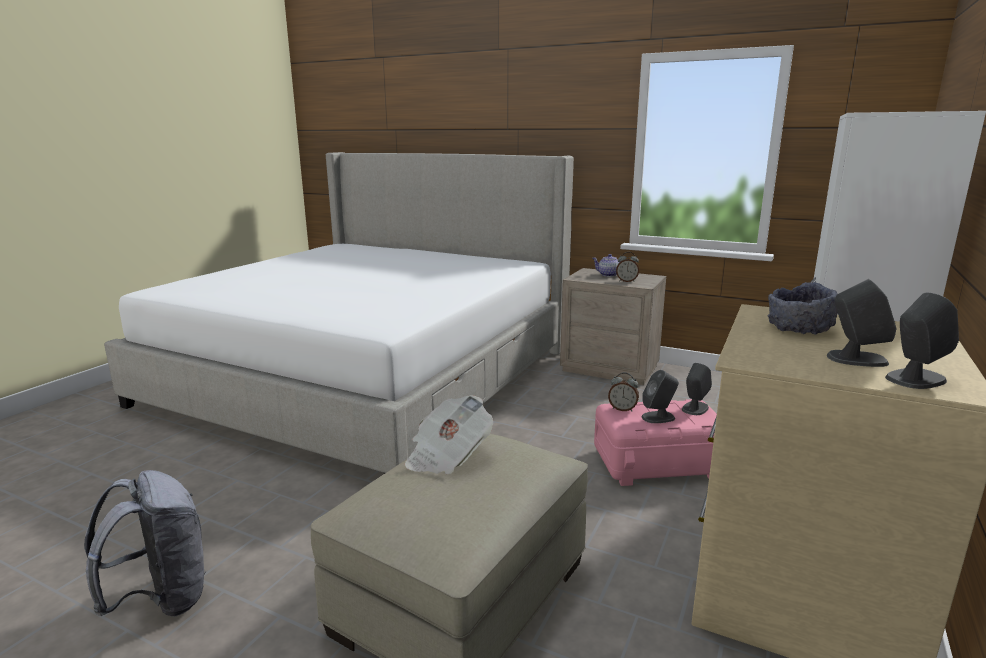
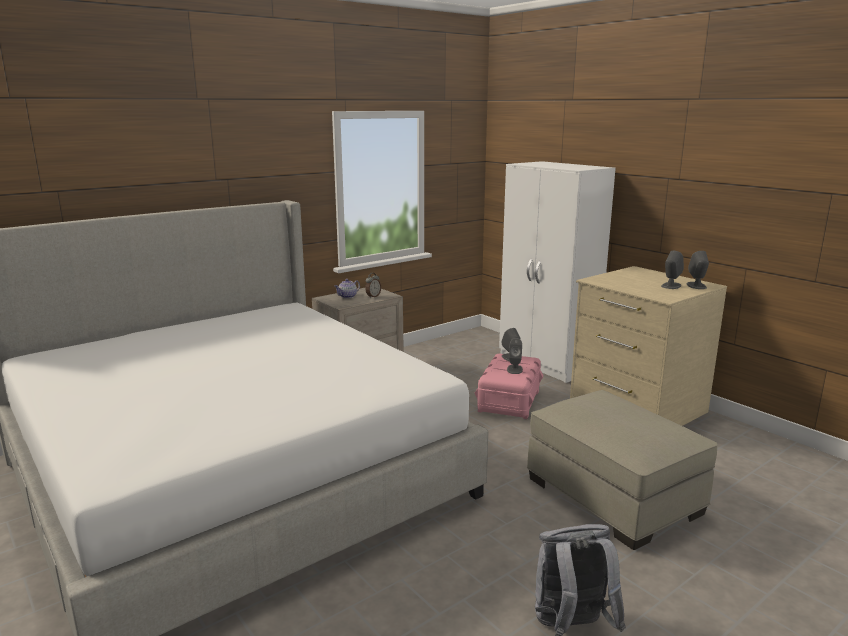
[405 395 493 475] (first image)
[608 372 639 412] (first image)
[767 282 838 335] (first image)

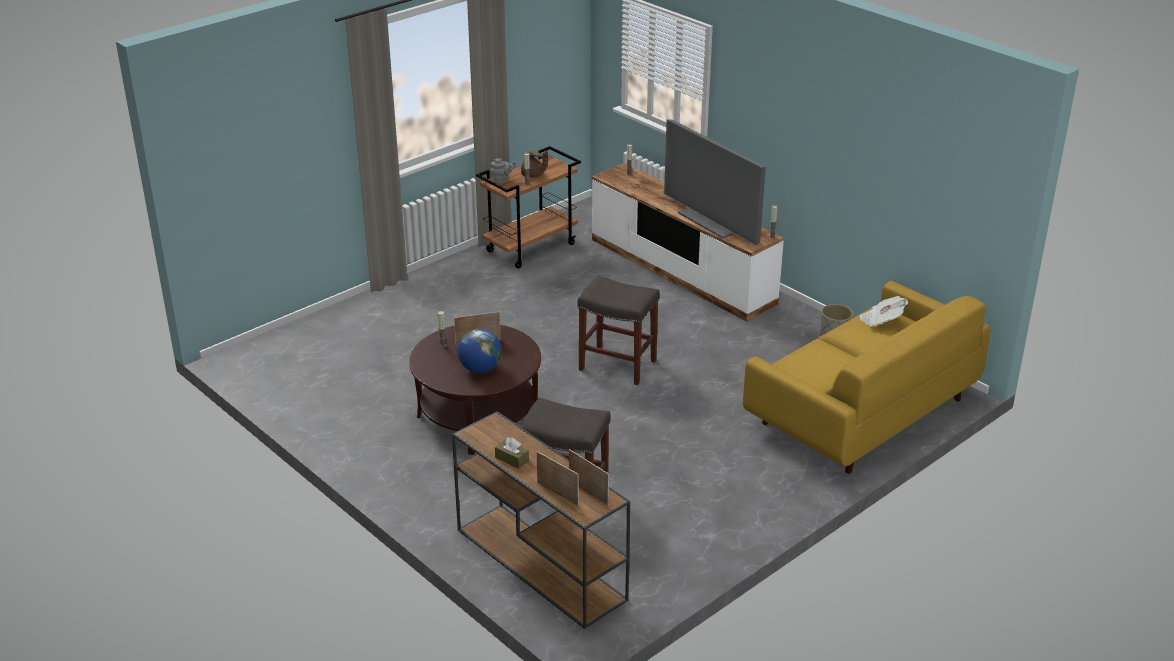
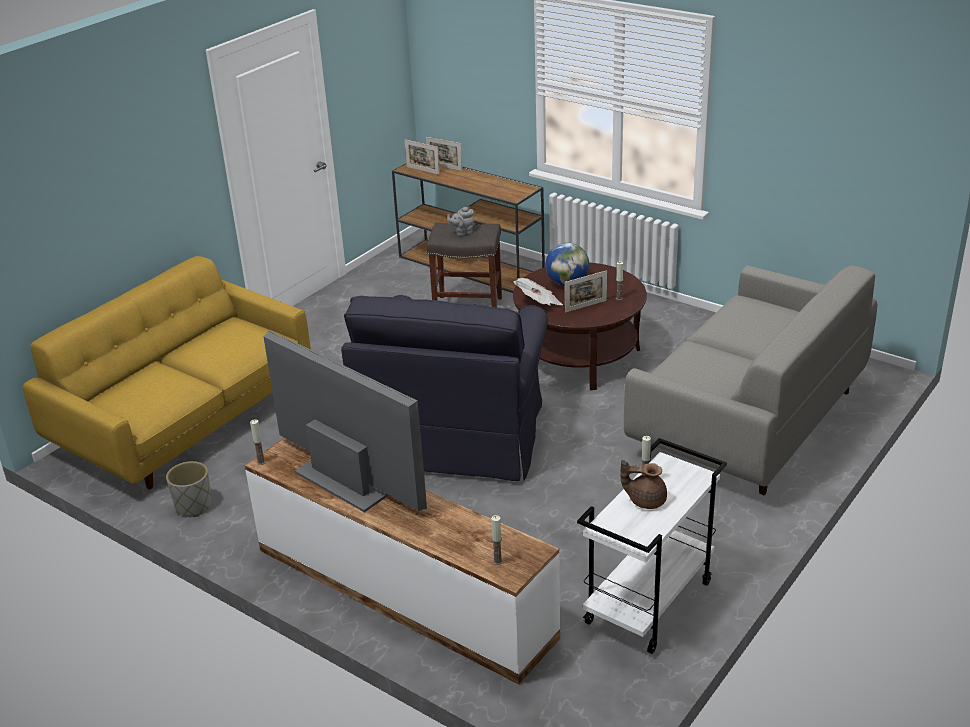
[577 438 727 654]
[447 206 474 236]
[495 437 529 469] (first image)
[341 295 548 481]
[513 278 563 306]
[624 265 877 495]

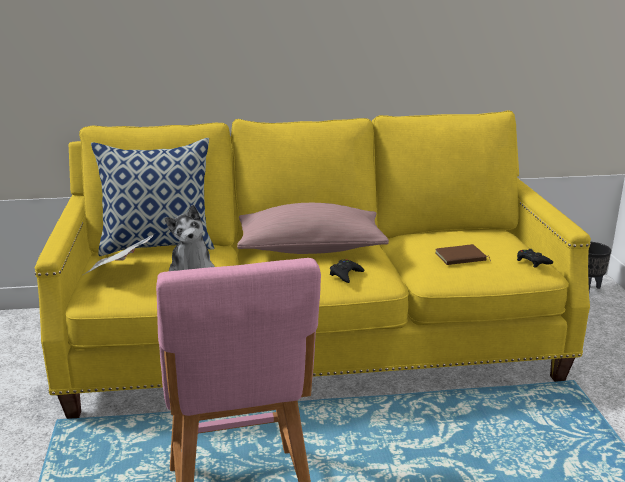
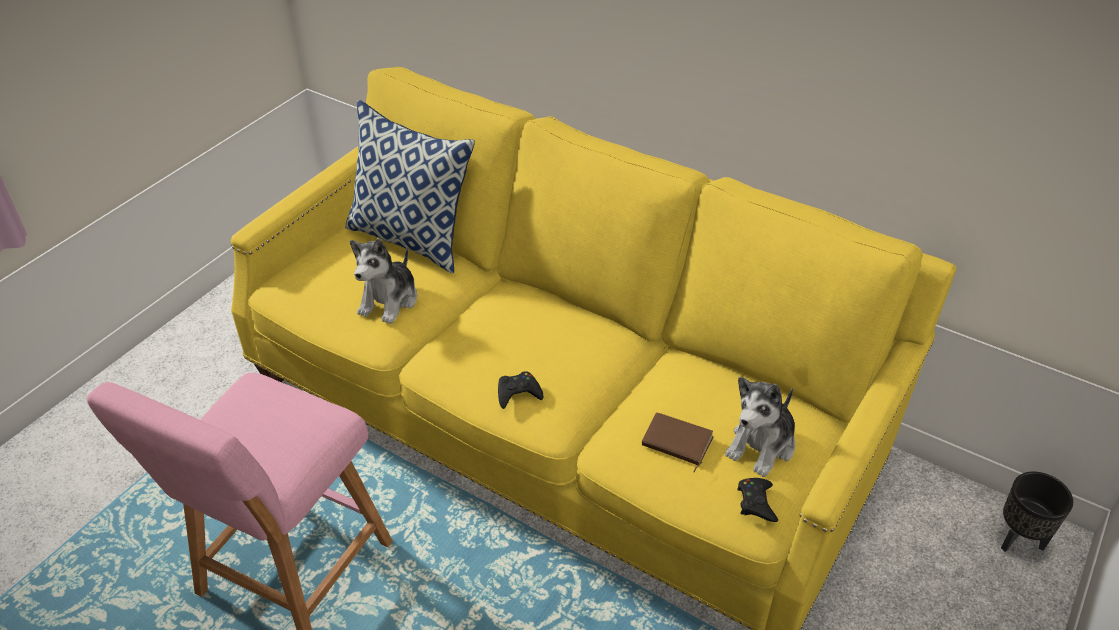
[81 233 156 276] (first image)
[237 203 389 254] (first image)
[725 377 795 477]

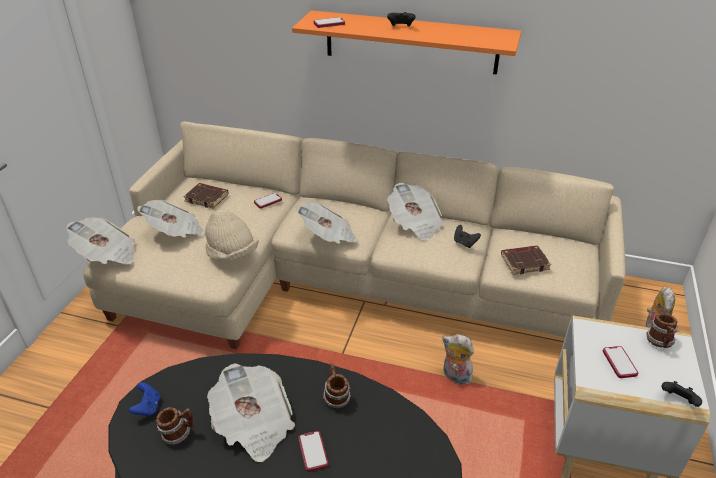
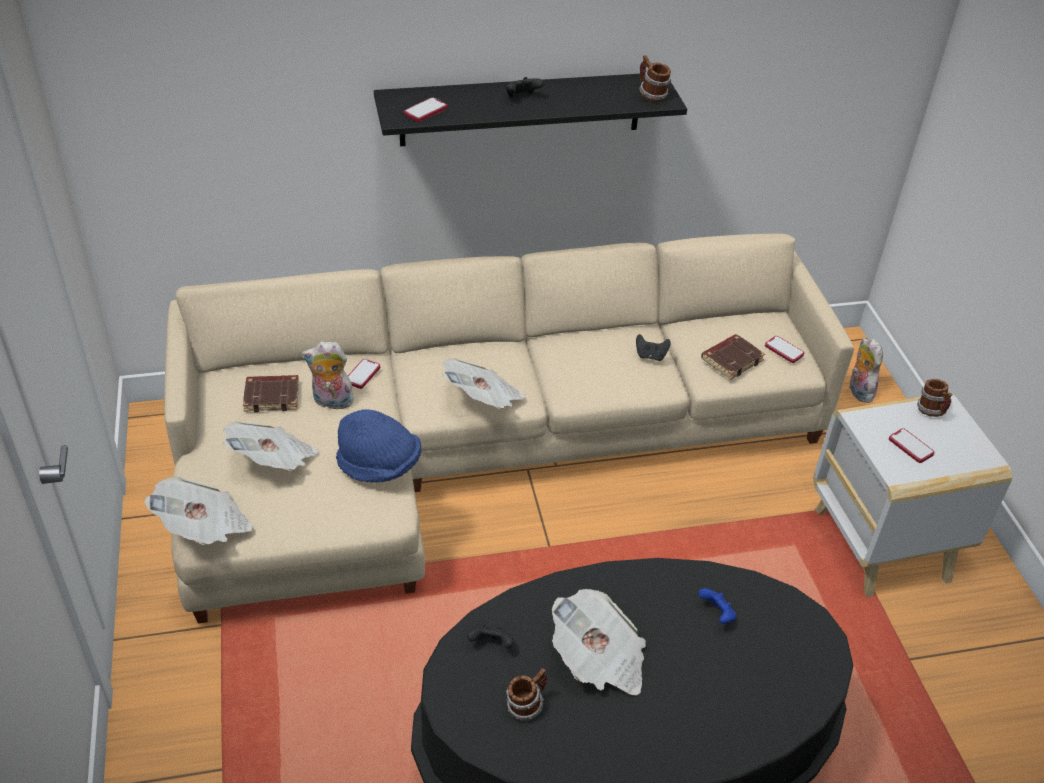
[698 588 737 624]
[336 409 422 483]
[374 74 687 146]
[765 336 804 363]
[639 55 671 102]
[387 183 444 241] (first image)
[301 342 357 410]
[467 623 513 649]

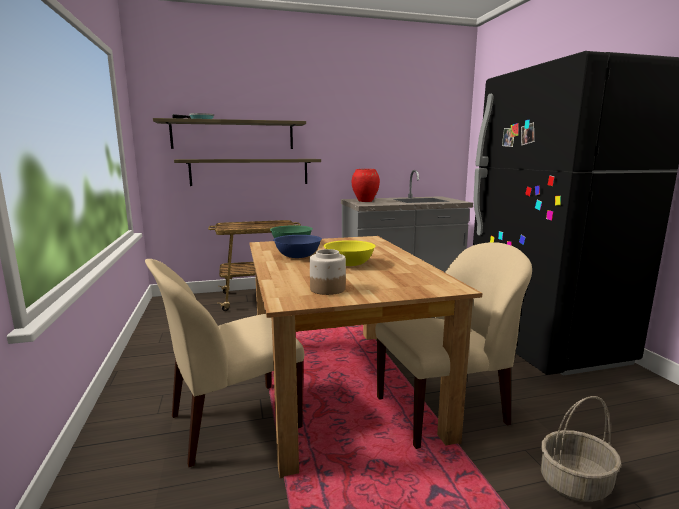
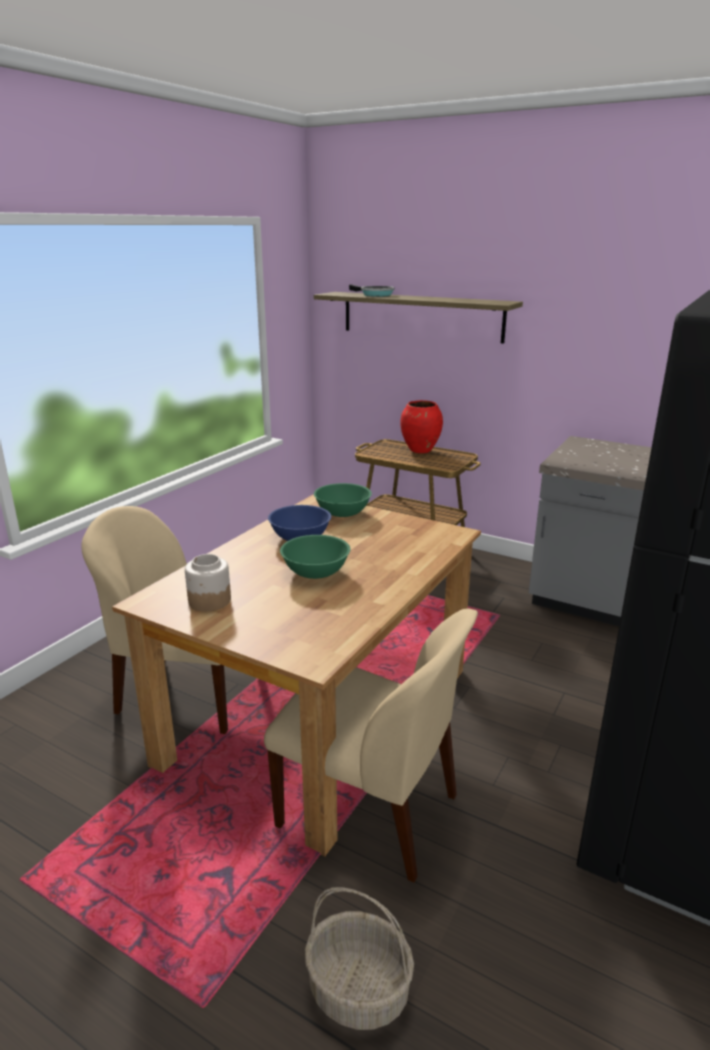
[174 159 321 186] (first image)
[280 535 350 579]
[400 400 443 453]

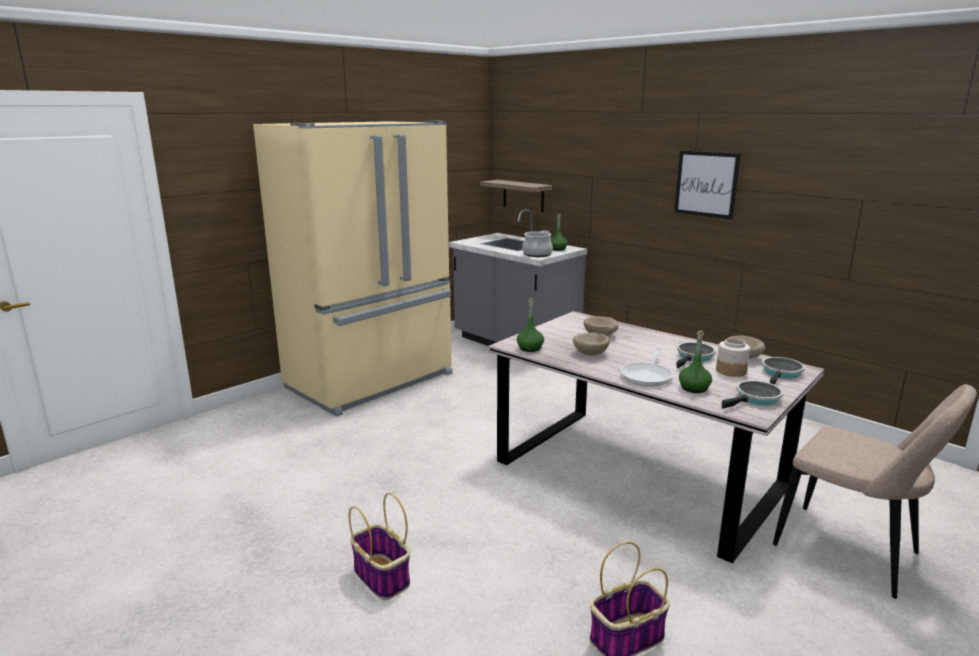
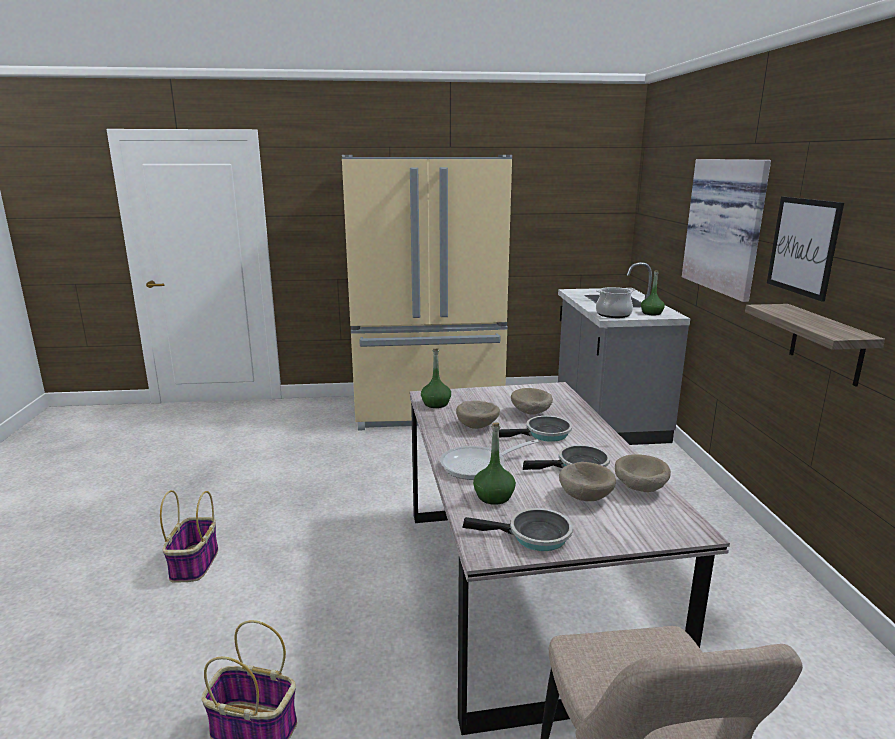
[745 304 885 386]
[559 462 616 501]
[499 416 572 442]
[682 159 771 302]

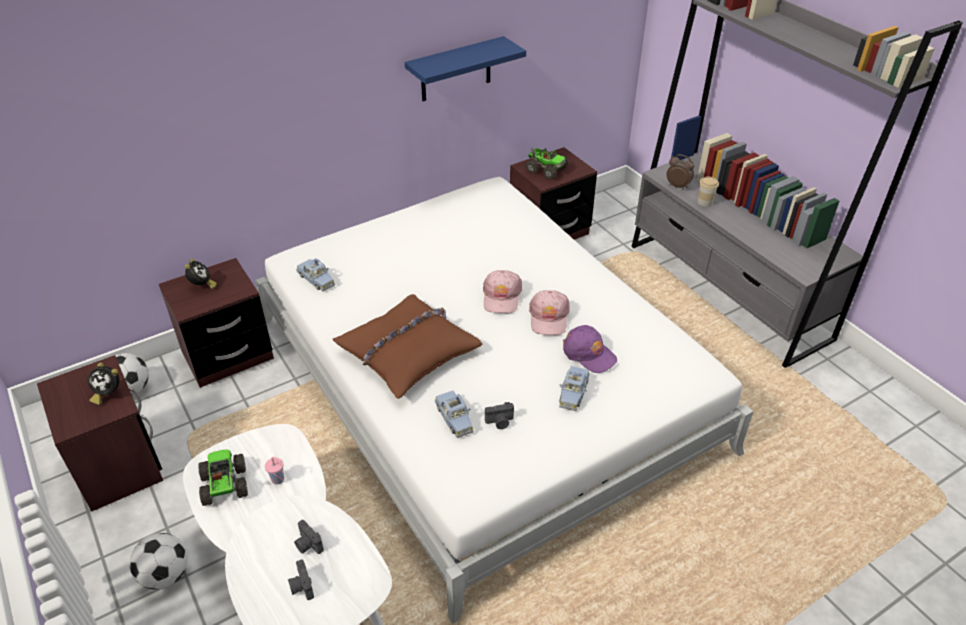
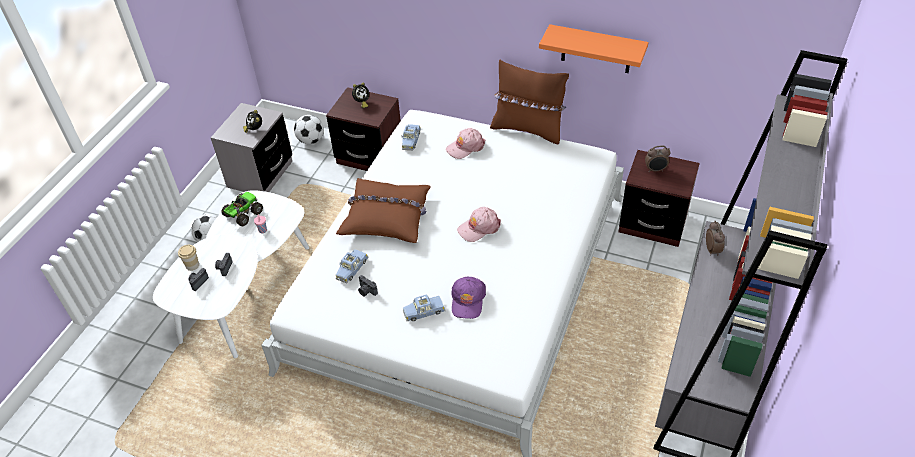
[211 103 292 192]
[539 24 648 73]
[645 146 671 172]
[446 128 485 159]
[178 245 199 271]
[490 60 569 144]

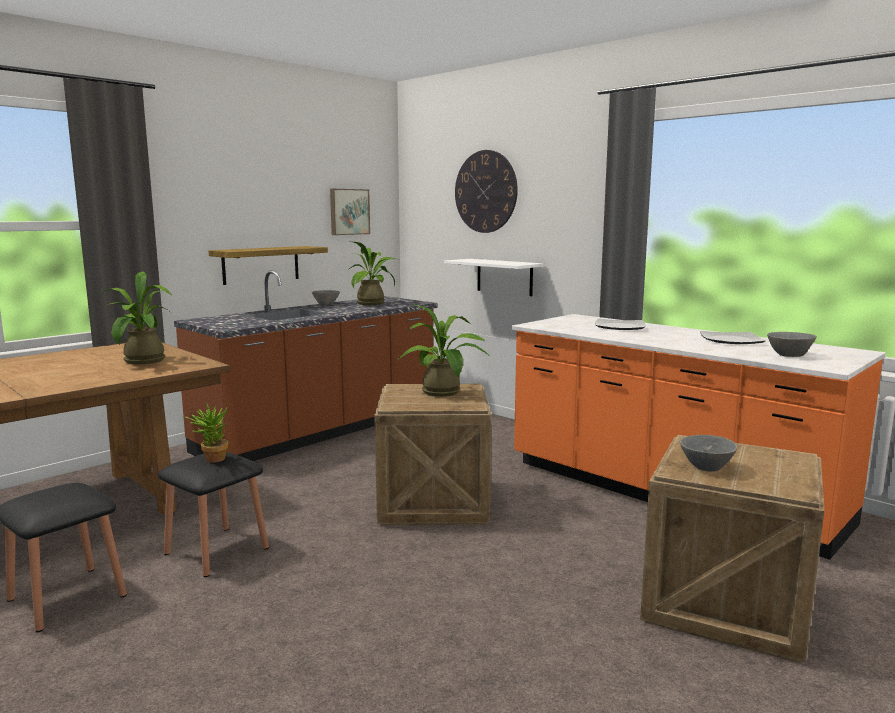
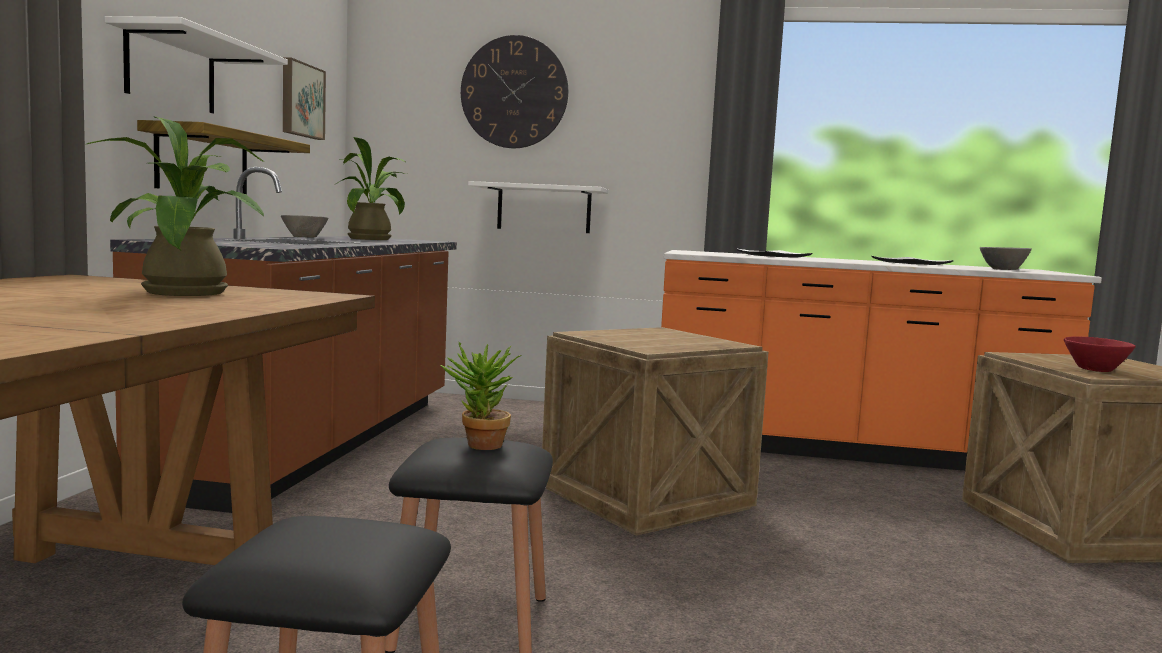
[397 304 490 397] (first image)
[1064 336 1136 372]
[105 16 288 113]

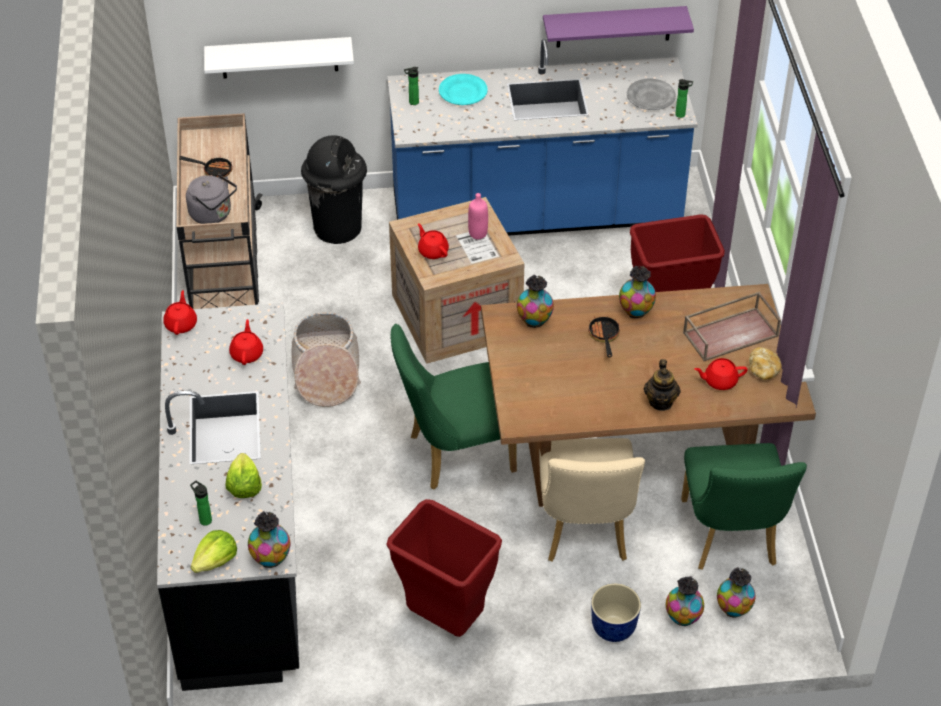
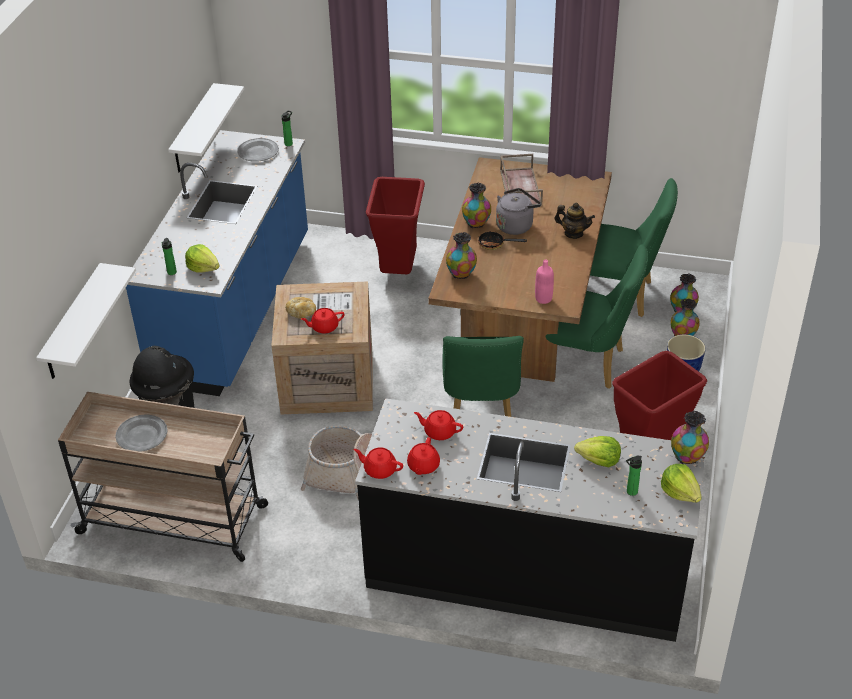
[116 415 167 452]
[496 188 541 235]
[439 74 488 105] (first image)
[535 260 554 304]
[546 244 648 389]
[168 83 244 172]
[407 437 440 475]
[285 297 316 319]
[185 244 220 273]

